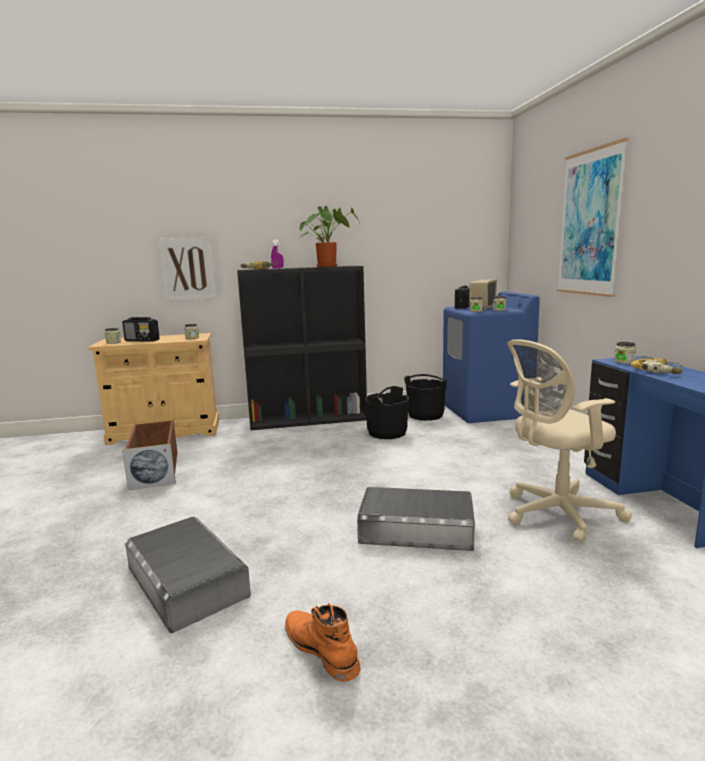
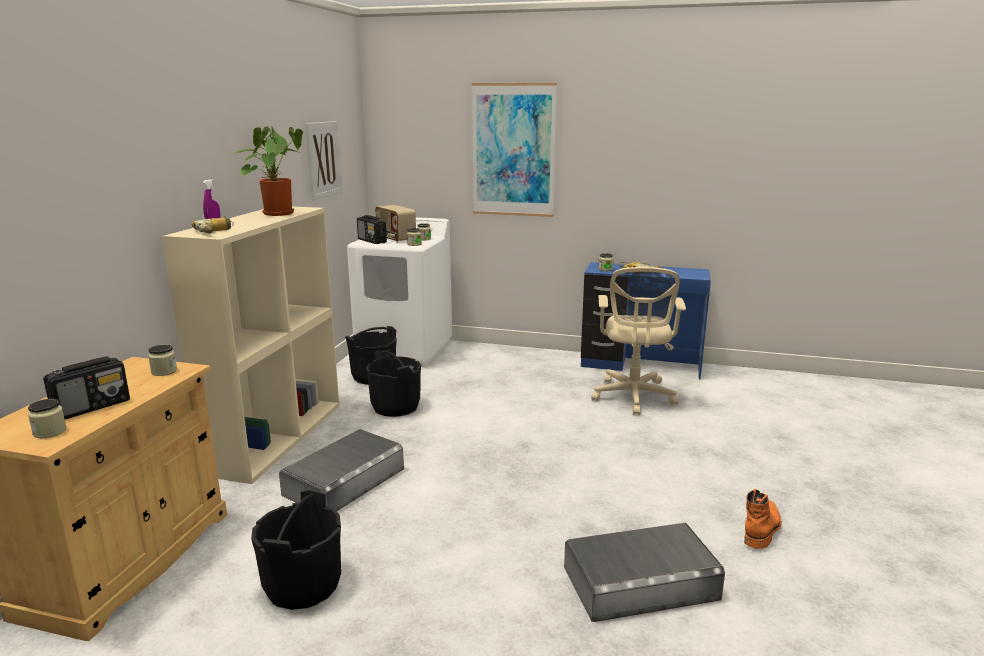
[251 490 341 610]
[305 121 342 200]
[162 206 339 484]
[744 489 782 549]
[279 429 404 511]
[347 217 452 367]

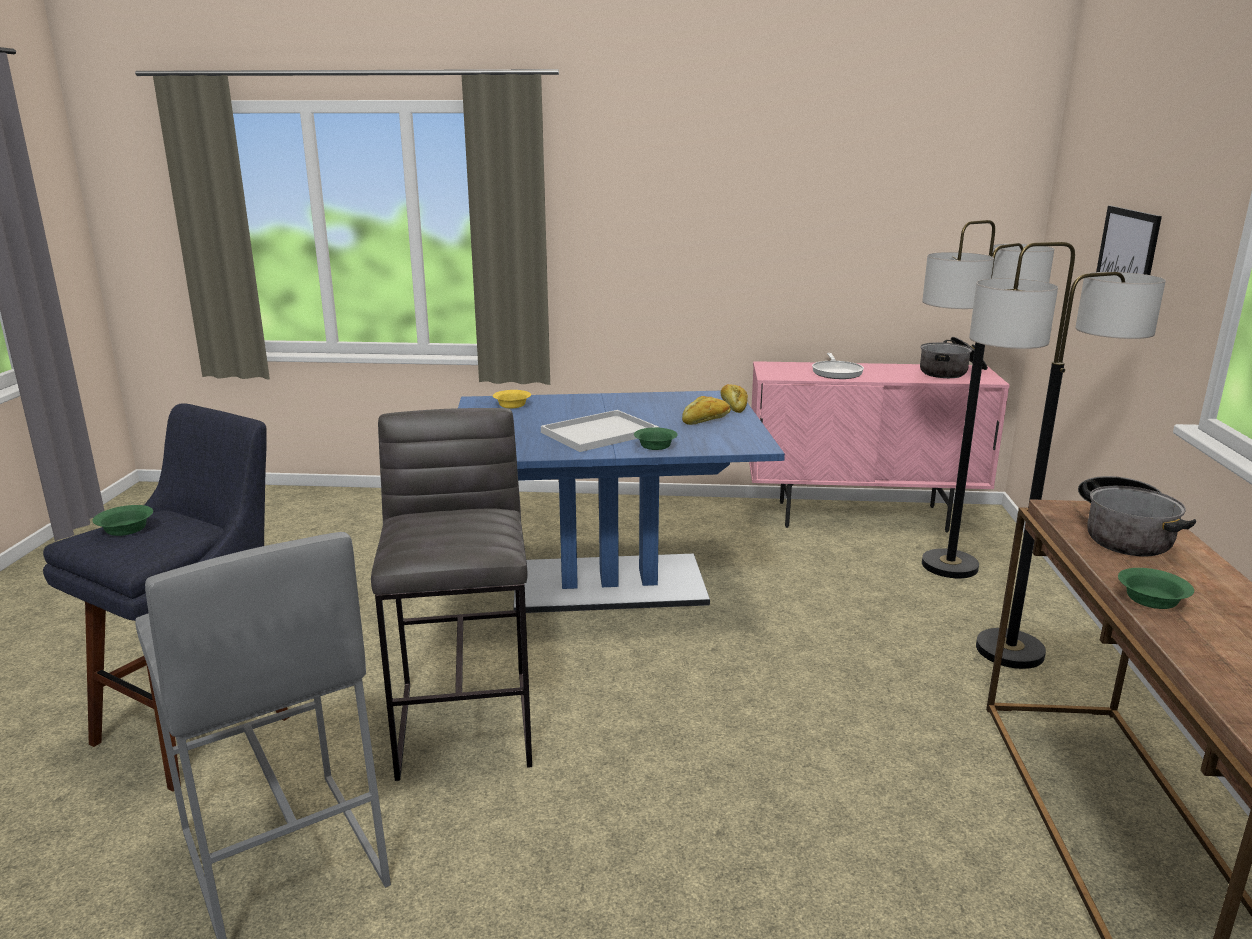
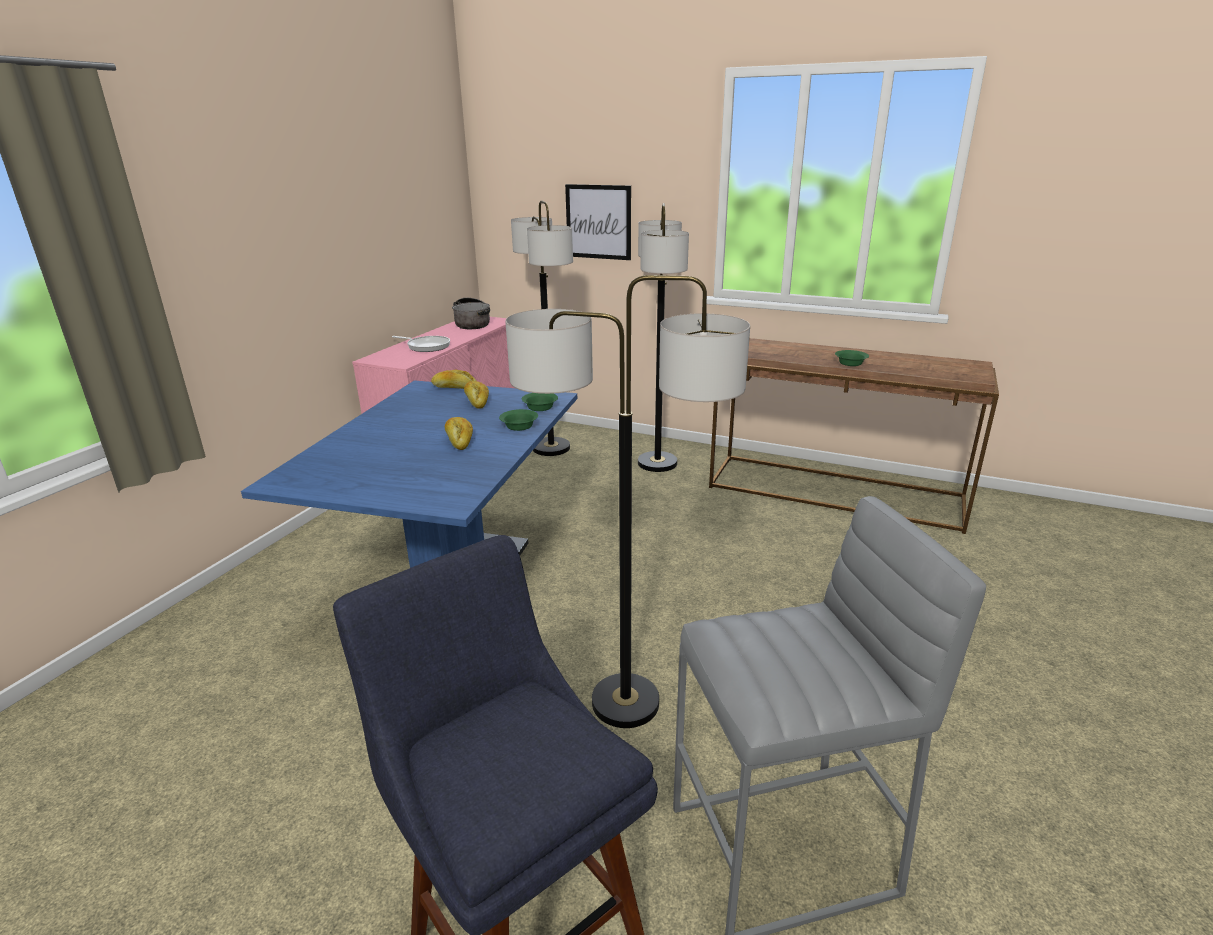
[522 393 558 411]
[505 275 750 728]
[493 390 531 408] (first image)
[445 417 473 450]
[1078 476 1196 557] (first image)

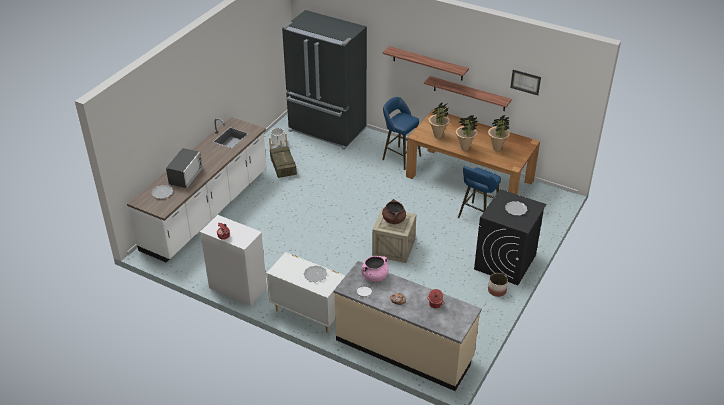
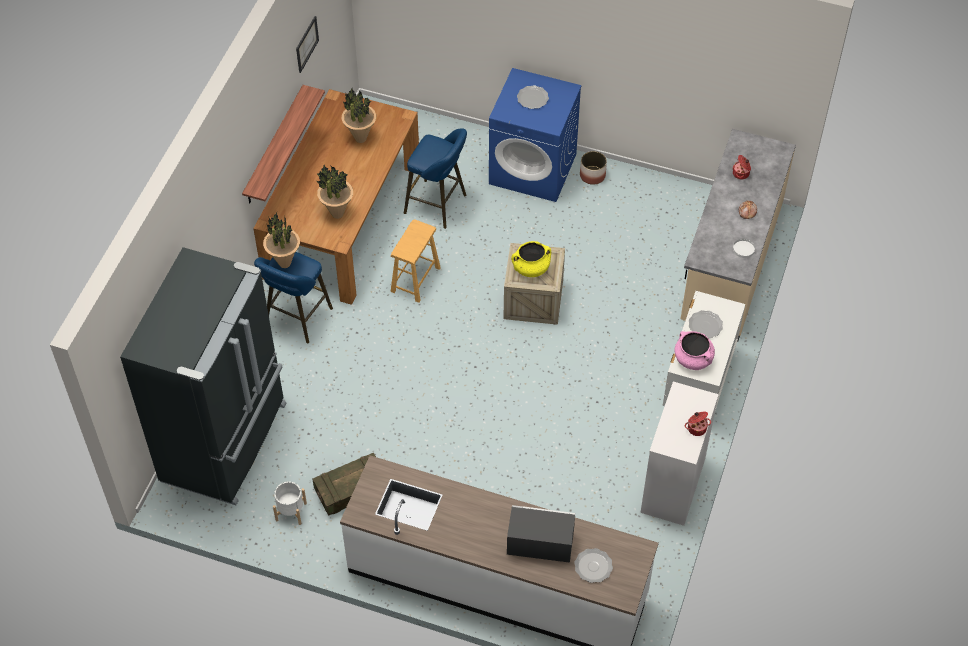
[674 331 715 370]
[511 241 551 277]
[383 46 469 80] (first image)
[263 212 300 268]
[489 68 582 202]
[391 220 441 303]

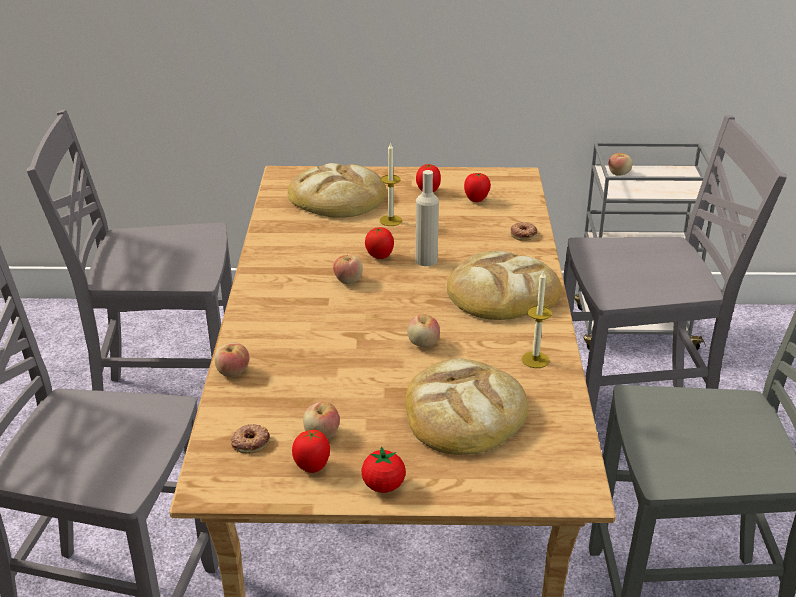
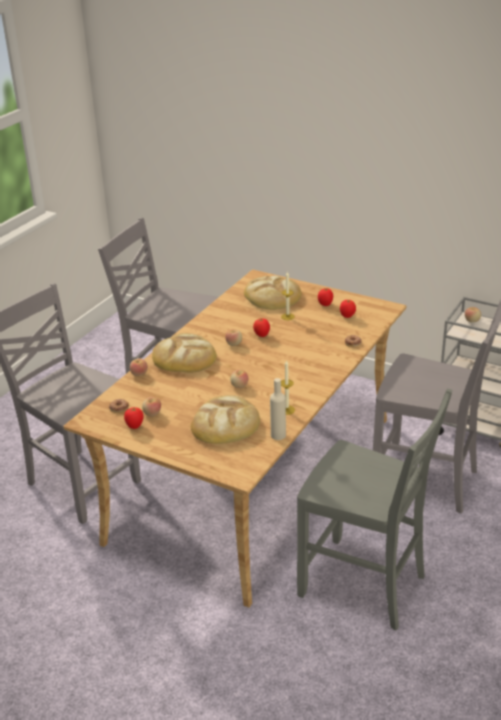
[361 447 406 493] (first image)
[270 378 286 440]
[152 333 217 373]

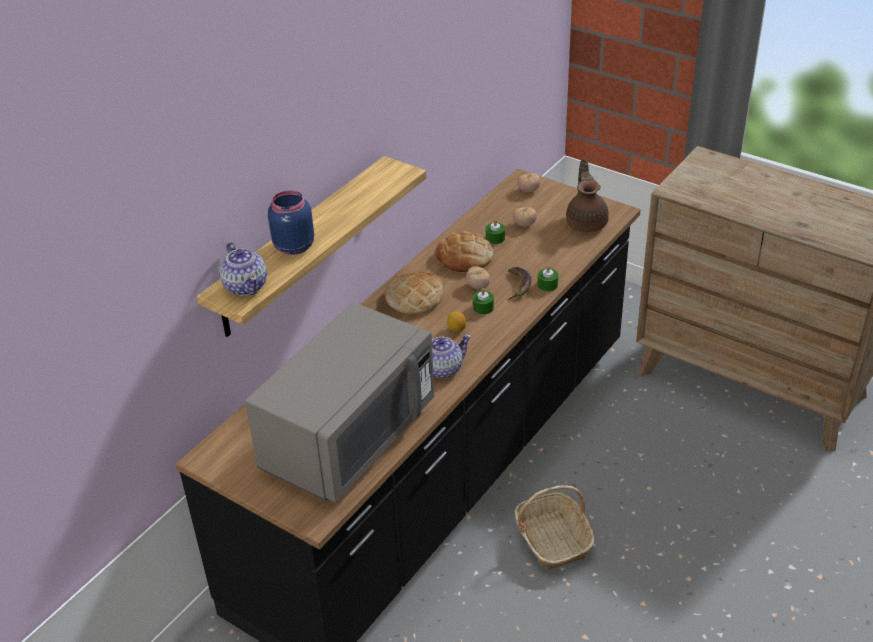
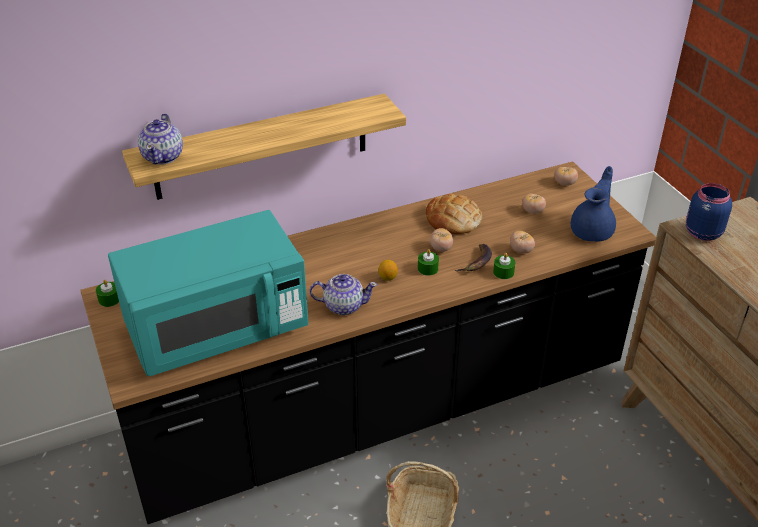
[108 210 308 376]
[686 183 732 241]
[385 272 443 314] (first image)
[96 280 119 307]
[571 166 616 242]
[510 231 535 254]

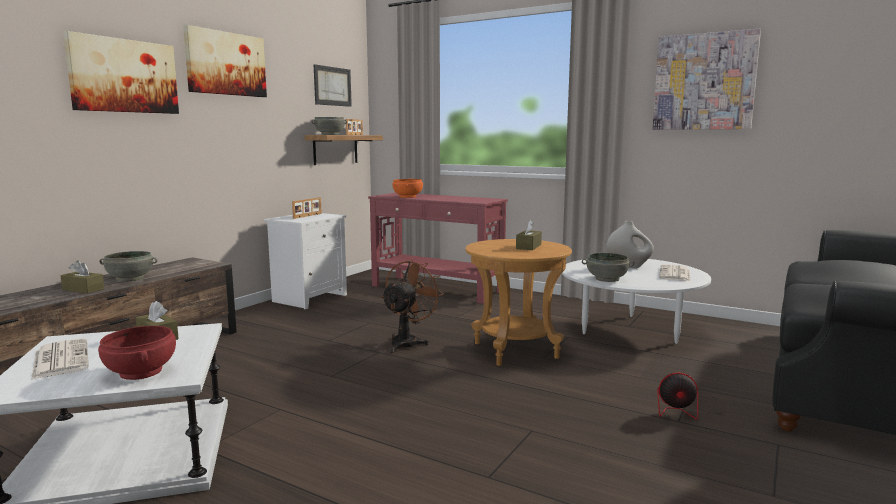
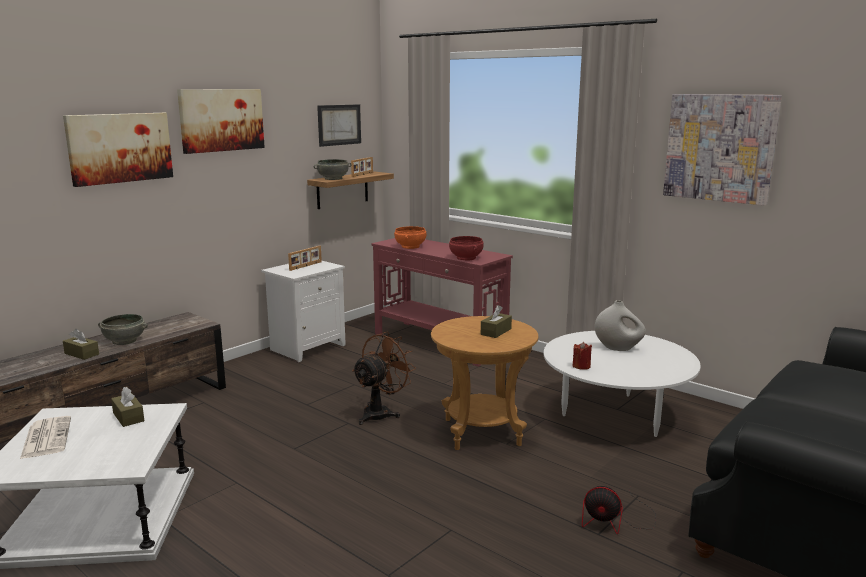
[449 236 484 260]
[573 342 592 370]
[659 264 691 282] (first image)

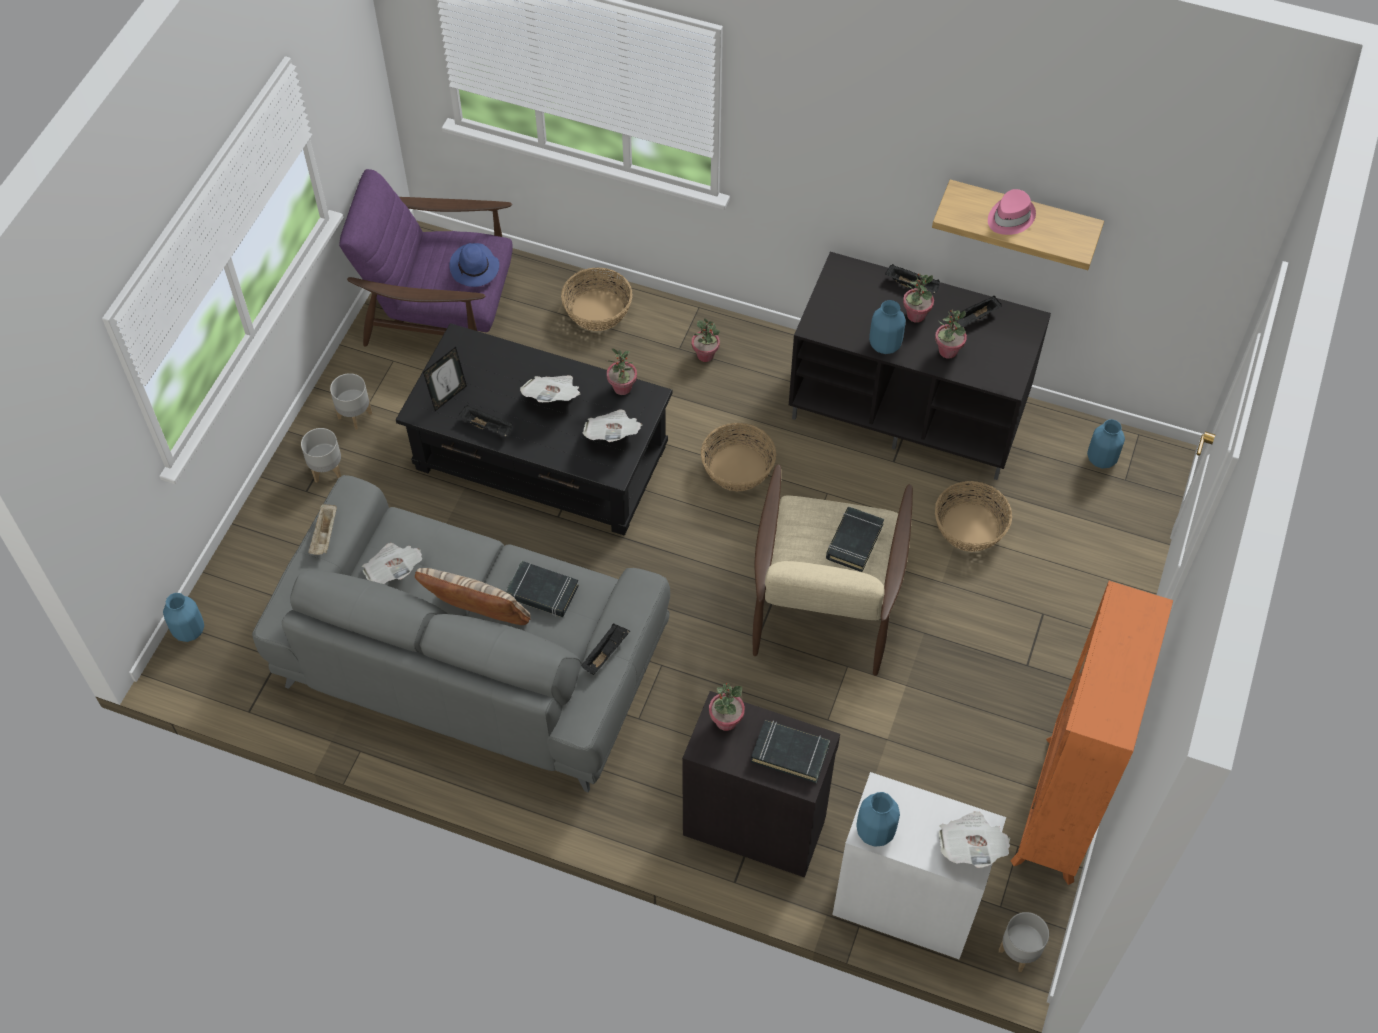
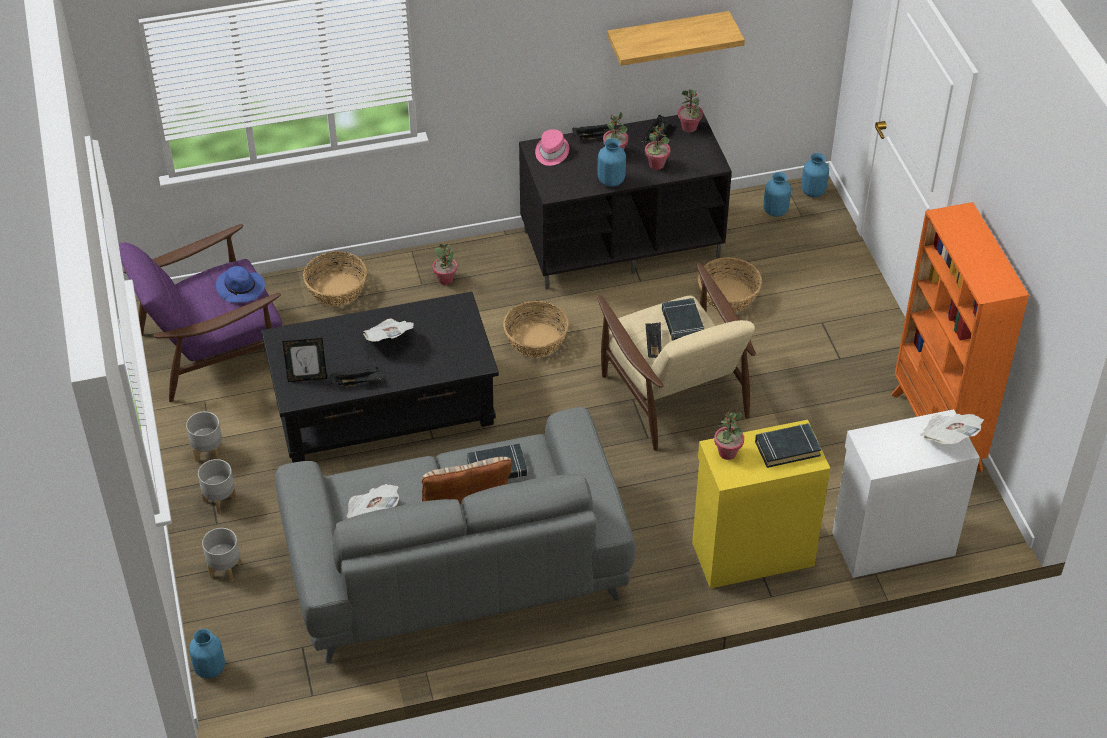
[308 503 337 555] (first image)
[282 338 327 382]
[646 322 662 358]
[583 409 642 442] (first image)
[678 89 703 133]
[692 420 830 589]
[801 153 829 197]
[535 129 569 166]
[202 528 241 582]

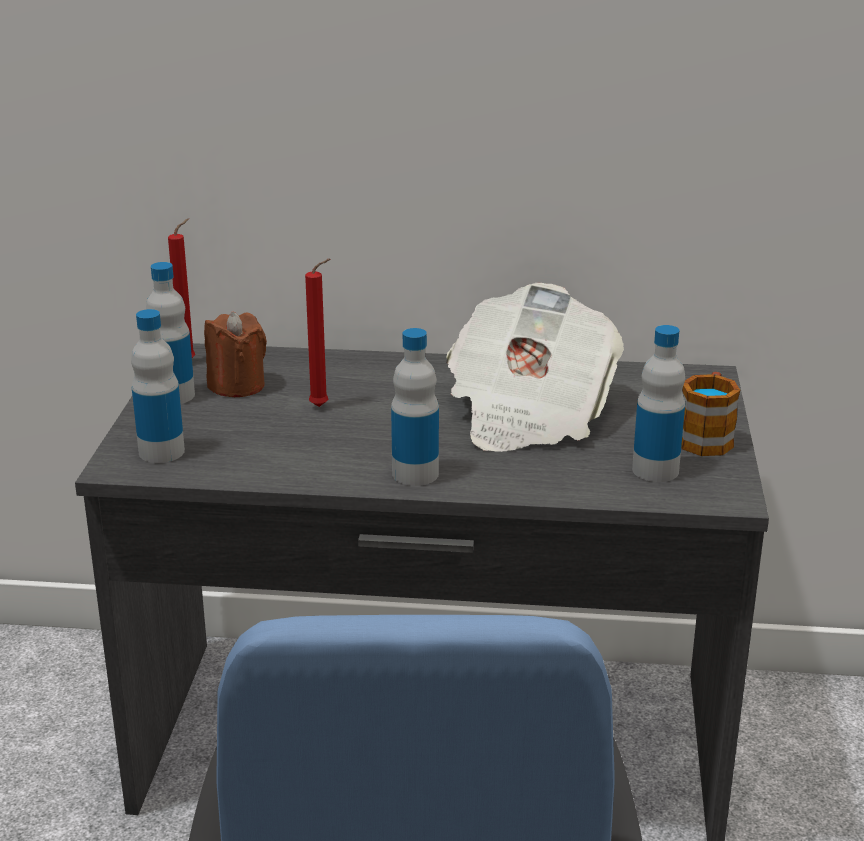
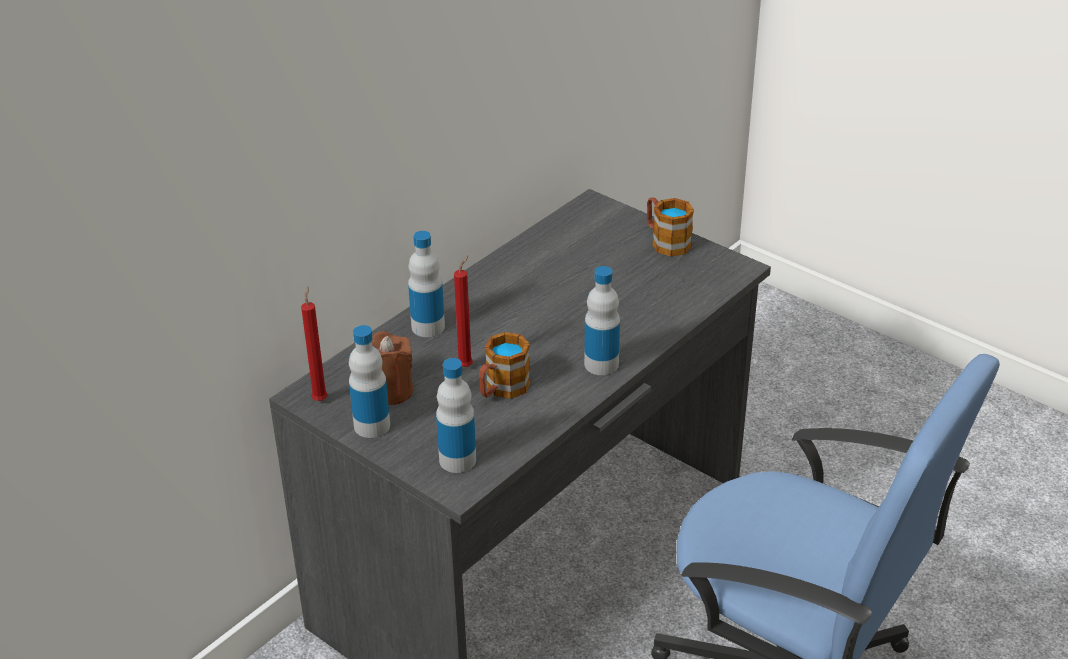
[446 283 624 452] (first image)
[408 231 445 337]
[479 332 530 399]

